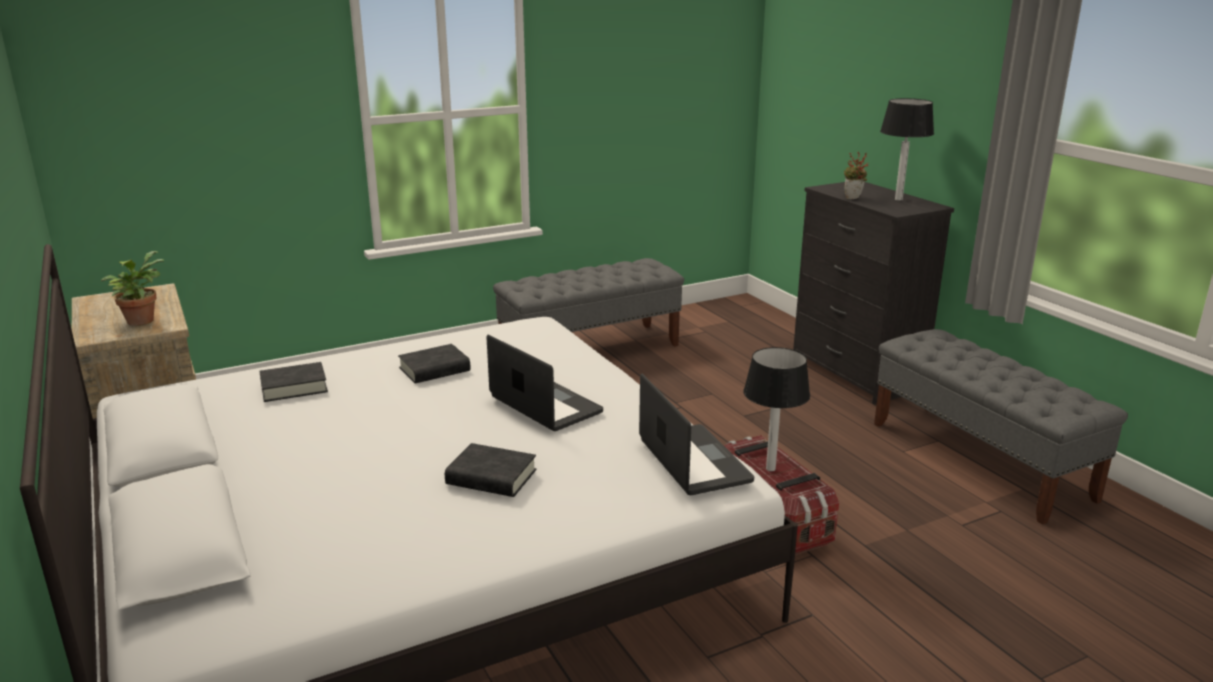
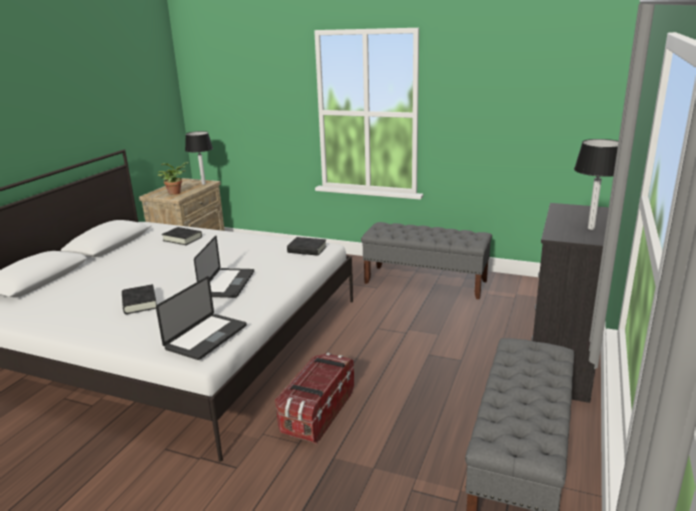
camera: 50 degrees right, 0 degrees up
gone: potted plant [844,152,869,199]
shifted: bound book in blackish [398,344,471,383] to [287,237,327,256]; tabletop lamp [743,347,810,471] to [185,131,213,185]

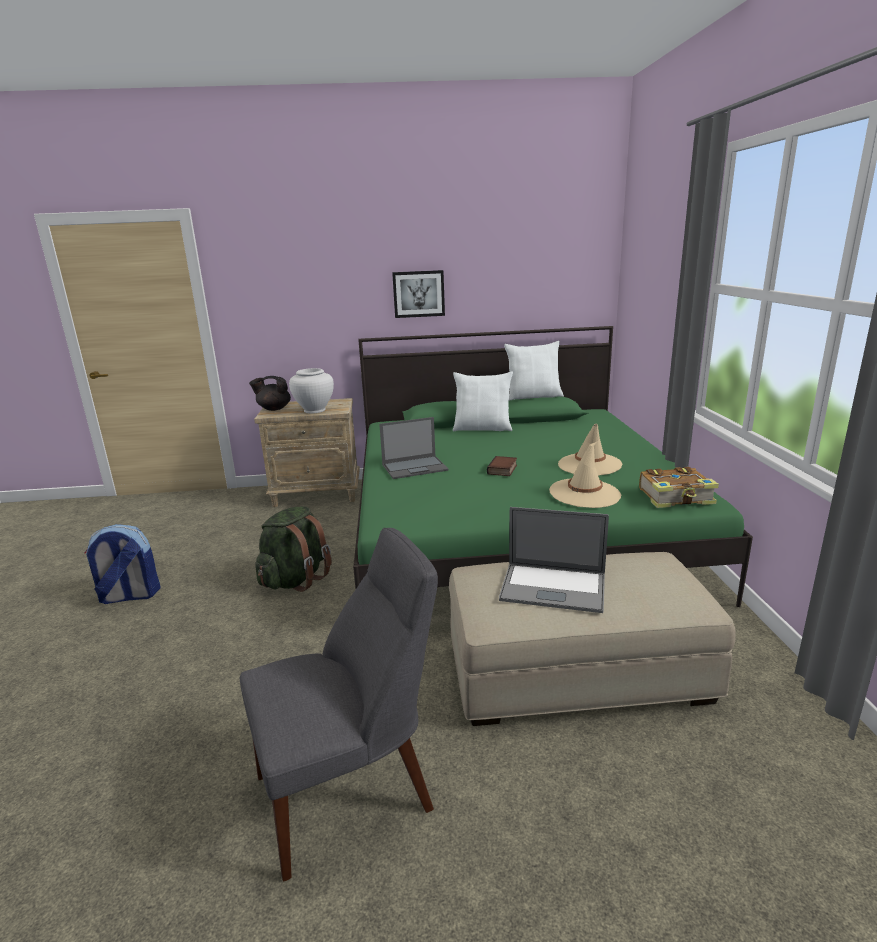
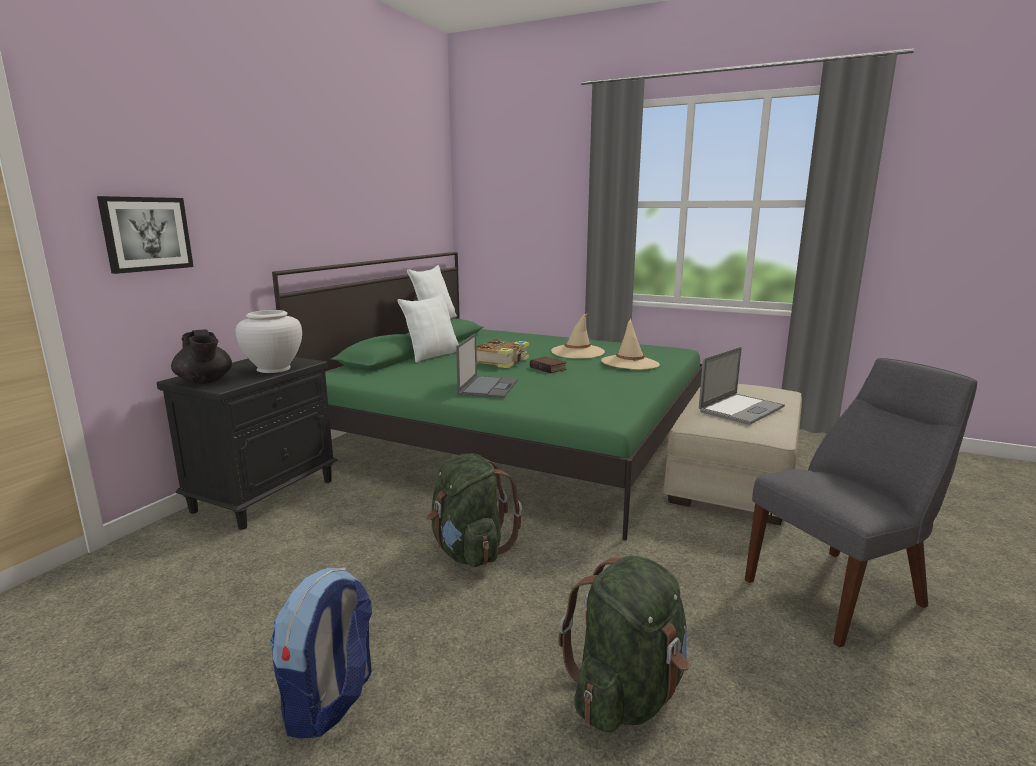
camera: 60 degrees left, 5 degrees down
new: backpack in green-coloured [559,555,690,733]
shifted: wall art [392,270,445,318] to [97,196,194,274]; bound book [639,467,719,508] to [476,339,529,368]
repainted: night table in beige-coloured [254,398,360,507] to night table in blackish [157,357,338,530]
rotated: chair in gray [239,528,438,882] = [745,358,977,648] 60 degrees clockwise; tea pot in blackish [249,376,291,411] = [171,330,232,384] 60 degrees counterclockwise

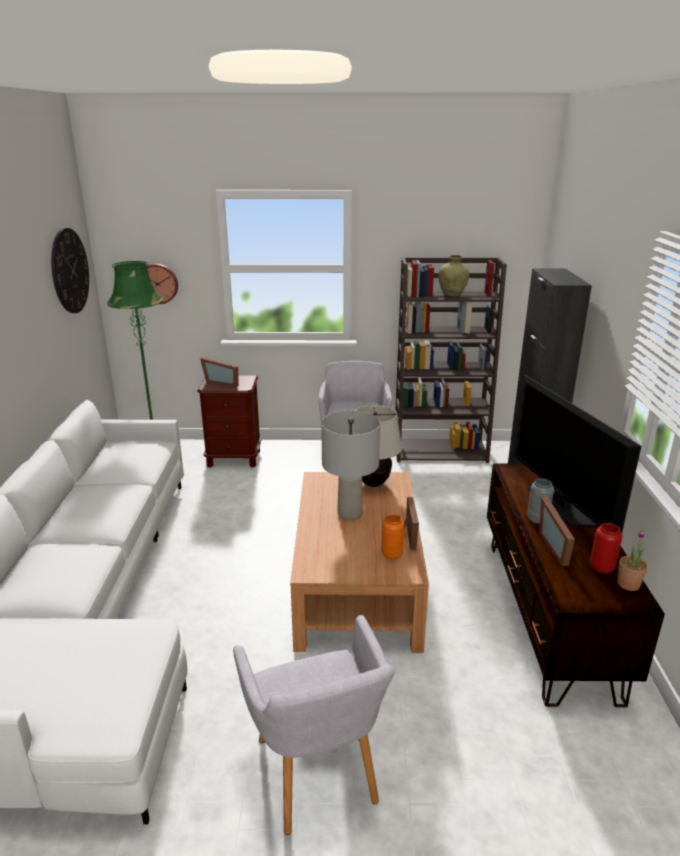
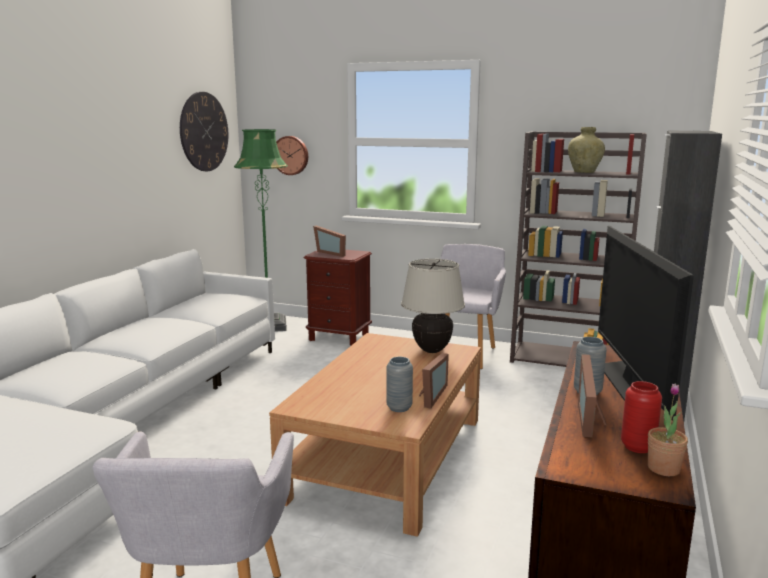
camera: 20 degrees right, 10 degrees down
gone: tabletop lamp in gray [321,411,380,521]
repainted: vase in orange-coloured [381,514,404,560] to vase in gray [386,357,413,412]

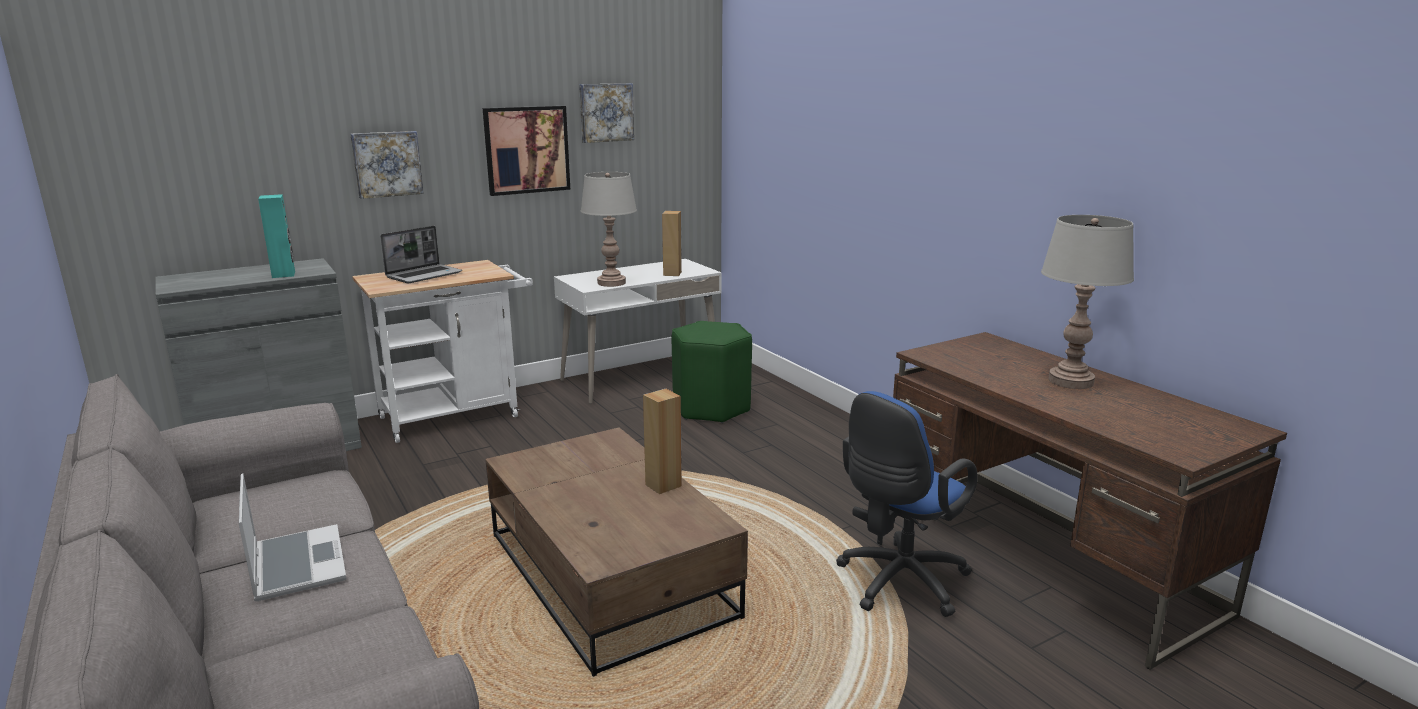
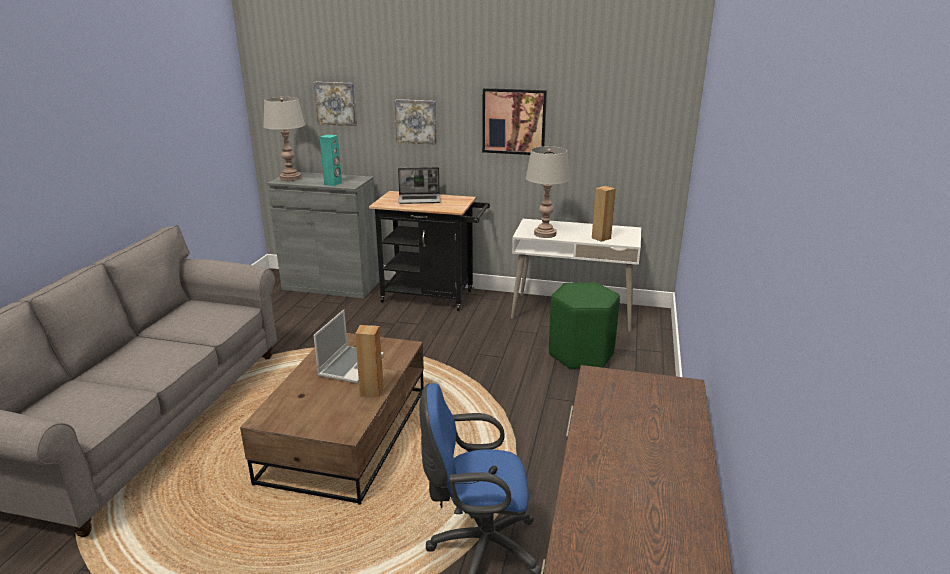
camera: 45 degrees right, 5 degrees up
shifted: portable computer [239,474,346,601] to [314,310,384,383]; wall art [579,83,634,143] to [314,82,357,126]; tabletop lamp in gray [1041,215,1134,389] to [263,97,305,181]
repainted: trolley in whitish [352,260,533,443] to trolley in blackish [369,191,490,311]

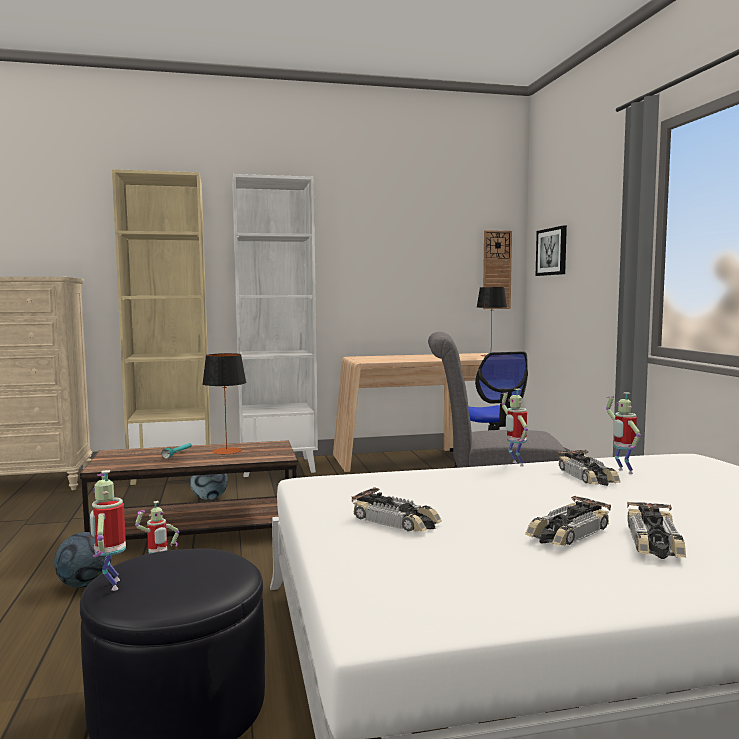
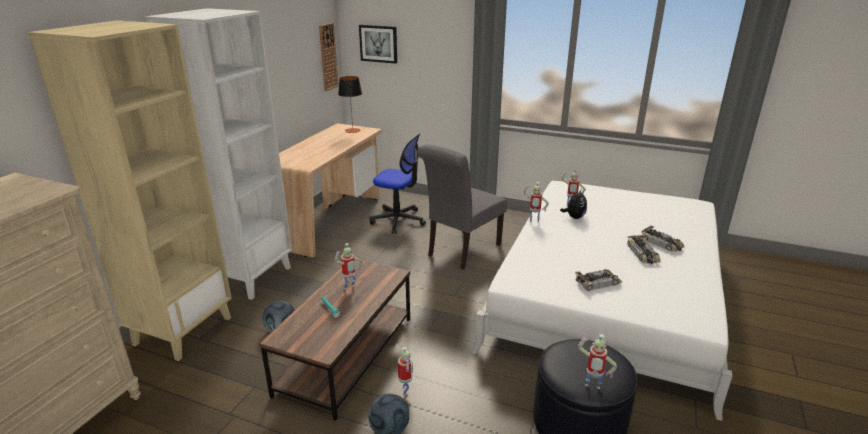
camera: 55 degrees left, 20 degrees up
swapped: tabletop lamp [202,353,246,454] to model robot [334,243,362,290]; model car [558,450,621,486] to soft toy [560,190,587,219]

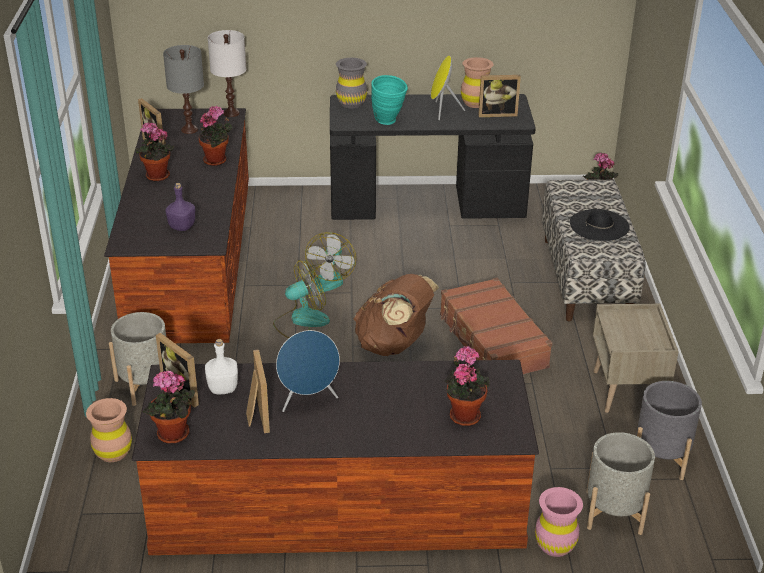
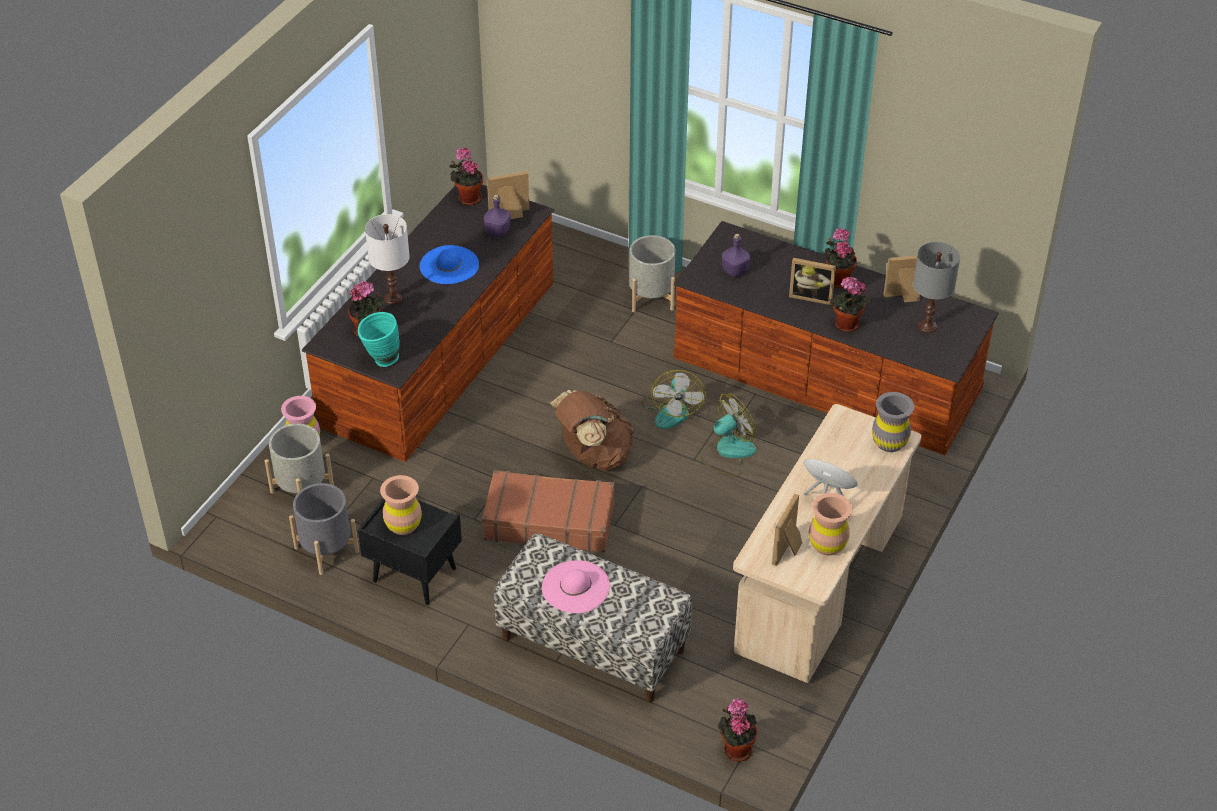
camera: 120 degrees right, 10 degrees up
shifted: vase in brownish [86,398,132,462] to [380,475,422,535]; tabletop lamp in whitish [208,30,246,117] to [365,214,410,305]; photo frame [246,349,270,433] to [789,258,836,305]; vase in turquoise [371,75,408,125] to [358,312,400,367]
swapped: speaker in bluish [276,330,340,412] to hat in bluish [420,245,479,284]
repainted: beverage bottle in whitish [205,339,238,394] to beverage bottle in purple-coloured [484,194,511,237]; desk unit in blackish [330,94,536,220] to desk unit in beige-coloured [733,404,921,683]; hat in blackish [570,209,630,241] to hat in pinkish [542,560,610,613]; night table in beige-coloured [593,304,679,413] to night table in blackish [358,498,462,605]
rotated: electric fan [303,232,356,292] = [701,394,757,476] 105 degrees clockwise

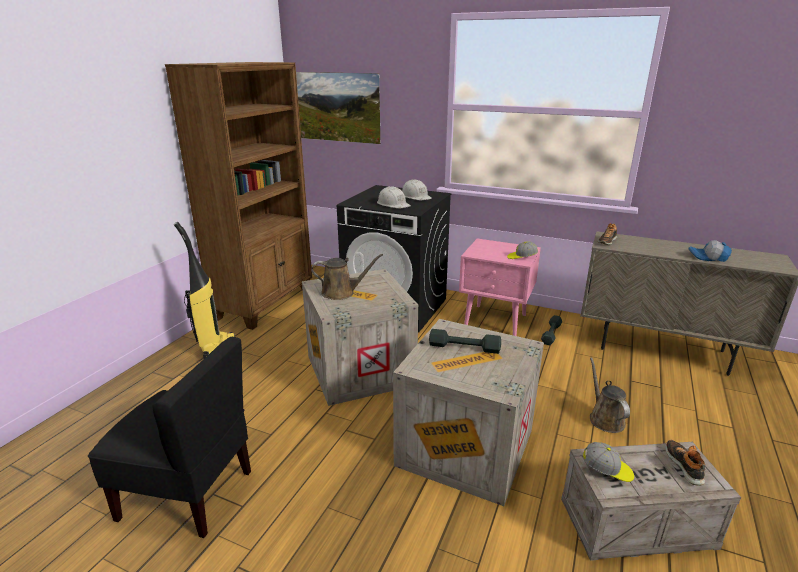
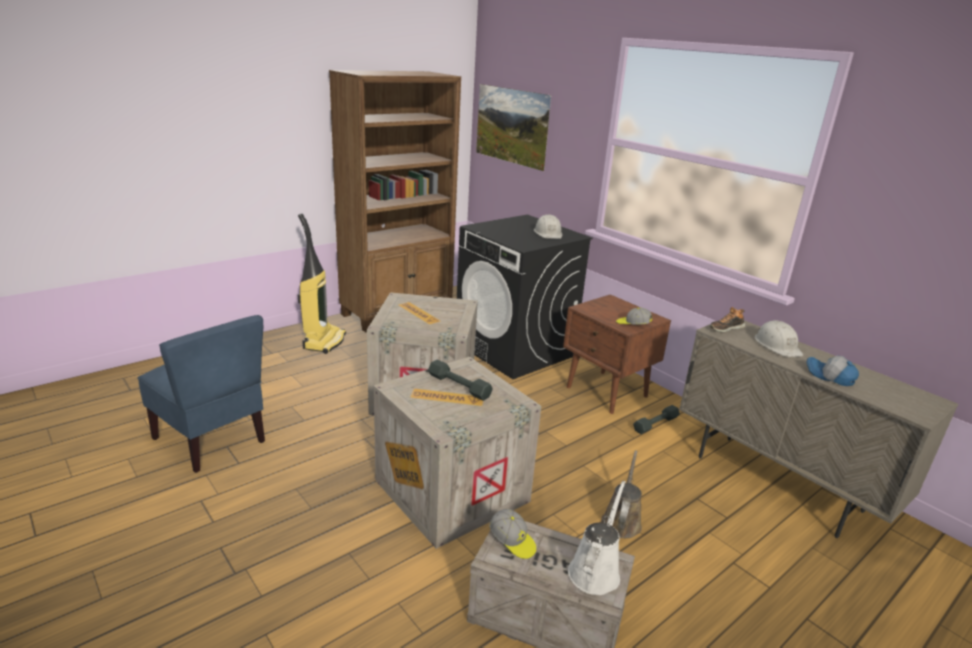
camera: 25 degrees right, 0 degrees up
gone: watering pot in brownish [311,254,383,300]
shifted: safety helmet in whitish [377,186,411,209] to [754,320,804,357]
swapped: low shoe [665,440,706,486] to watering pot in whitish [568,481,626,595]
repainted: chair in blackish [88,337,251,538] to chair in bluish [137,315,265,473]; night table in pinkish [459,239,541,336] to night table in brownish [563,294,671,414]

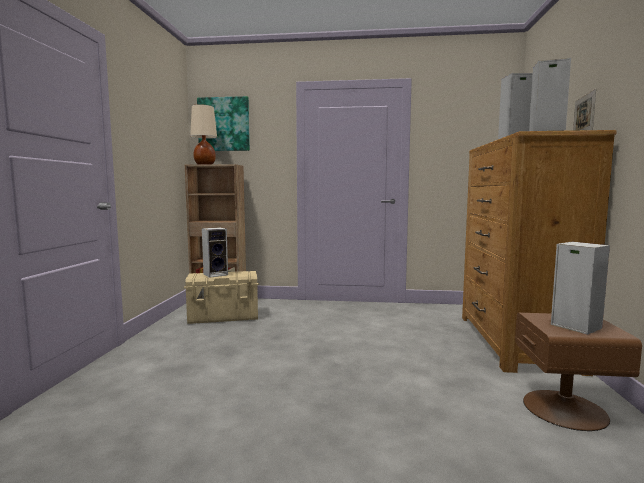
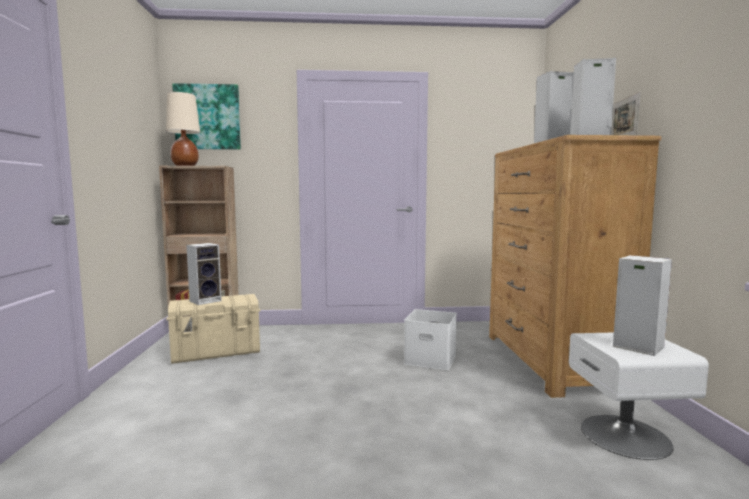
camera: 10 degrees left, 0 degrees up
new: storage box in whitish [404,309,457,370]
repainted: night table in brownish [515,313,642,431] to night table in whitish [569,332,709,460]

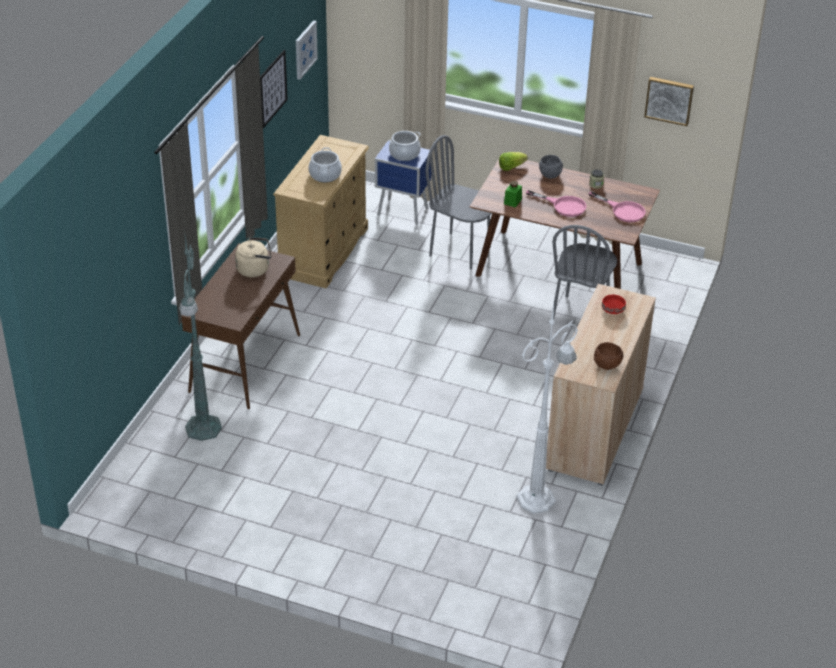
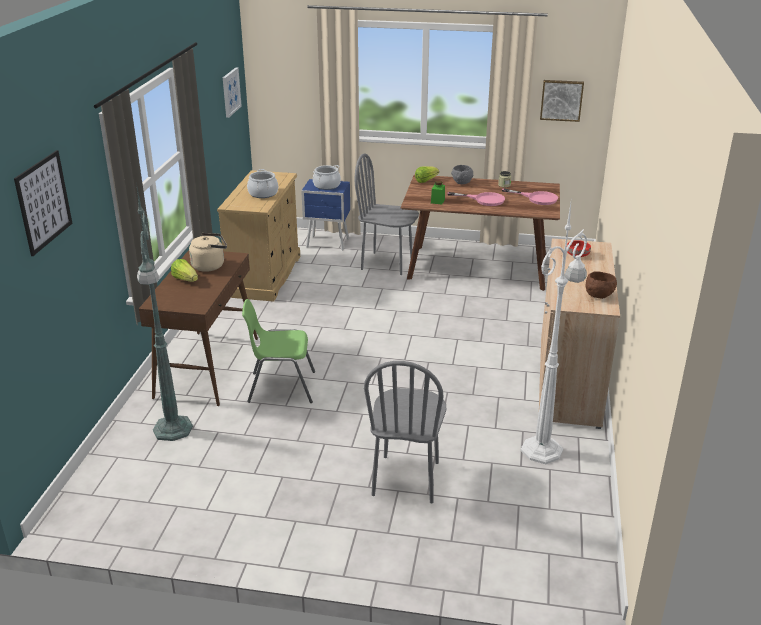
camera: 10 degrees left, 10 degrees down
new: lettuce [171,259,198,282]; chair in green-coloured [242,299,315,403]
shifted: wall art [260,50,288,128] to [14,150,72,256]; chair in gray [552,225,617,317] to [364,361,446,503]

